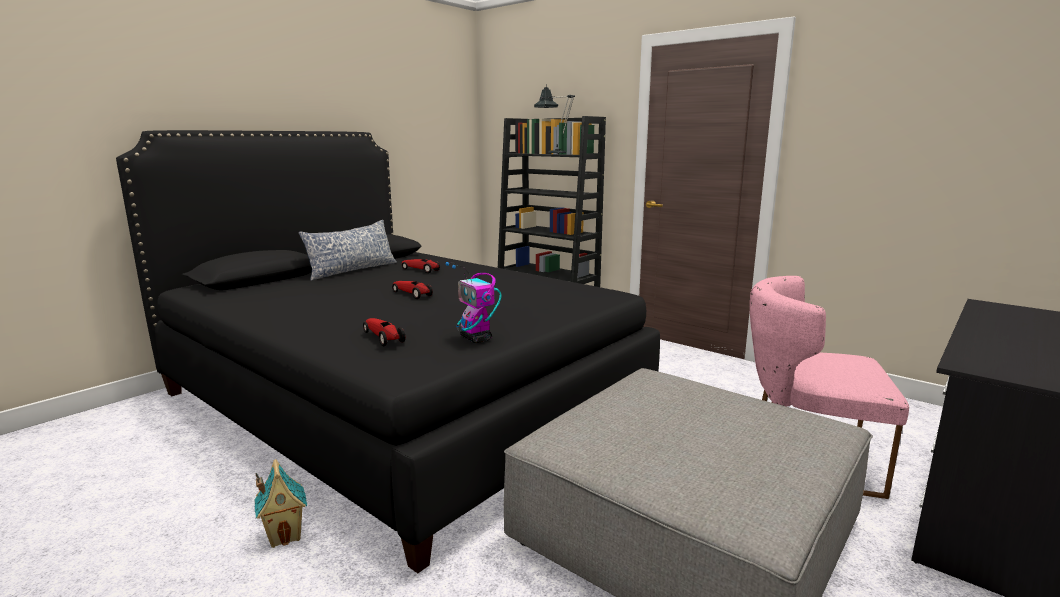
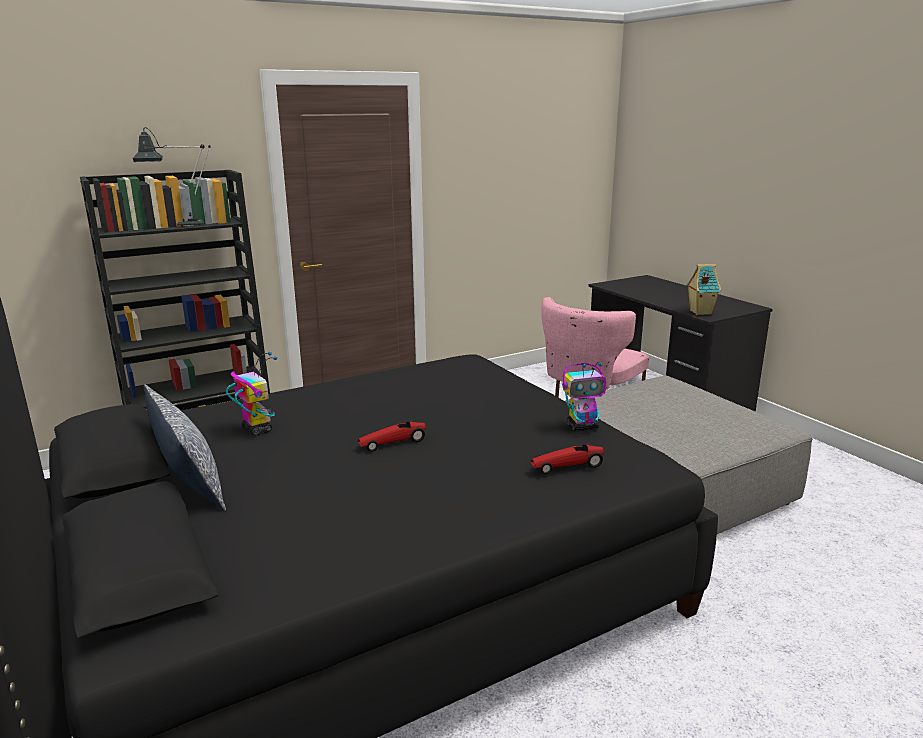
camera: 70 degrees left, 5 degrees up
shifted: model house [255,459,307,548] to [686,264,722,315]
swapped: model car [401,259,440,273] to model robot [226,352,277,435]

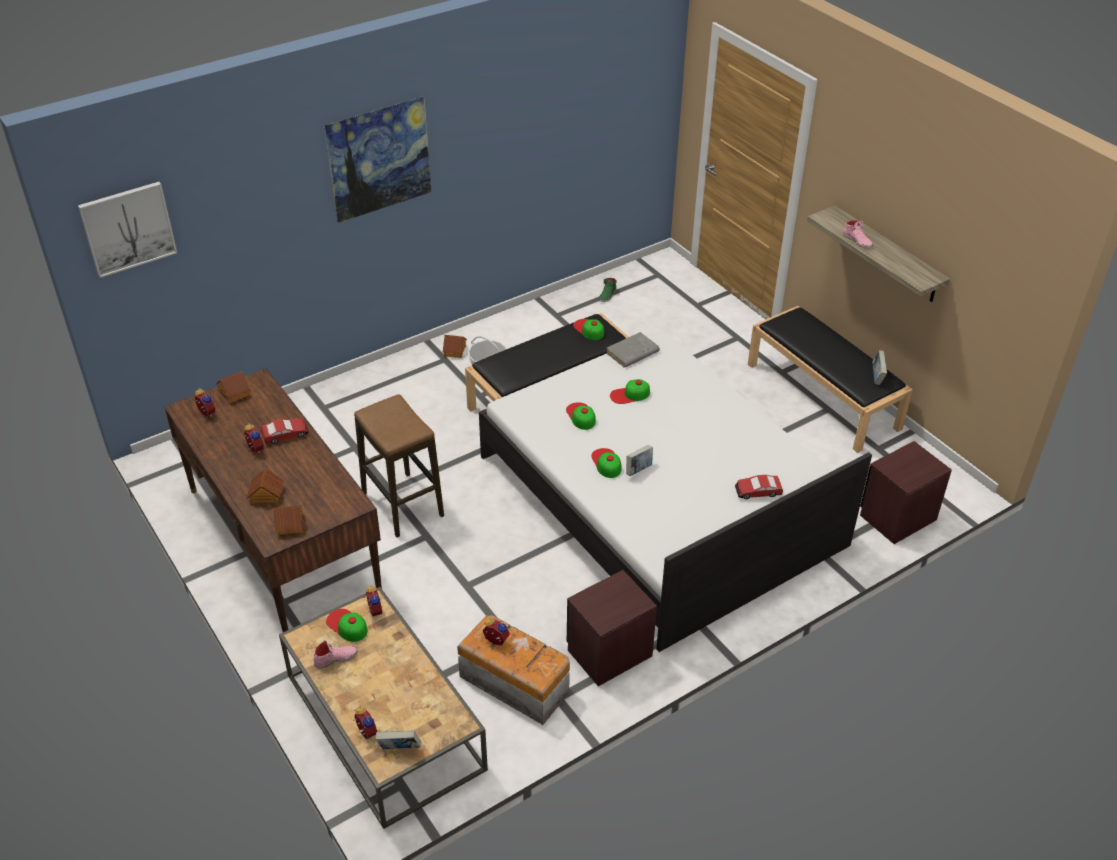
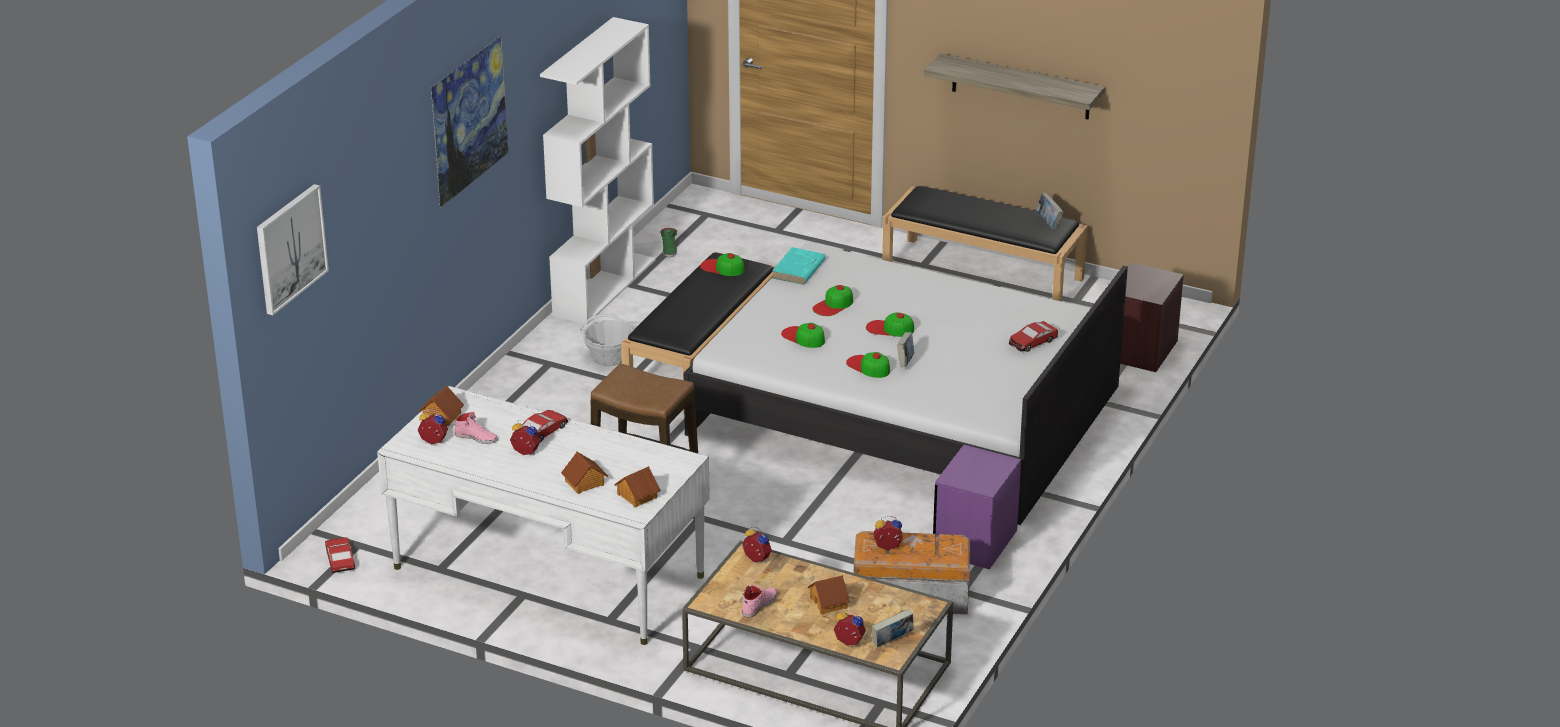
camera: 30 degrees left, 10 degrees down
new: model car [325,537,355,573]; bookshelf in whitish [540,17,655,325]
shifted: baseball cap [326,609,367,642] to [866,312,914,337]; model house [443,335,467,358] to [808,575,850,614]; low shoe in pinkish [843,220,873,248] to [454,411,498,444]
repainted: desk unit in brownish [164,368,382,632] to desk unit in whitish [377,386,710,645]; night table in brownish [567,570,657,686] to night table in purple-coloured [933,445,1021,569]; bound book in gray [606,332,660,368] to bound book in turquoise [772,247,826,285]

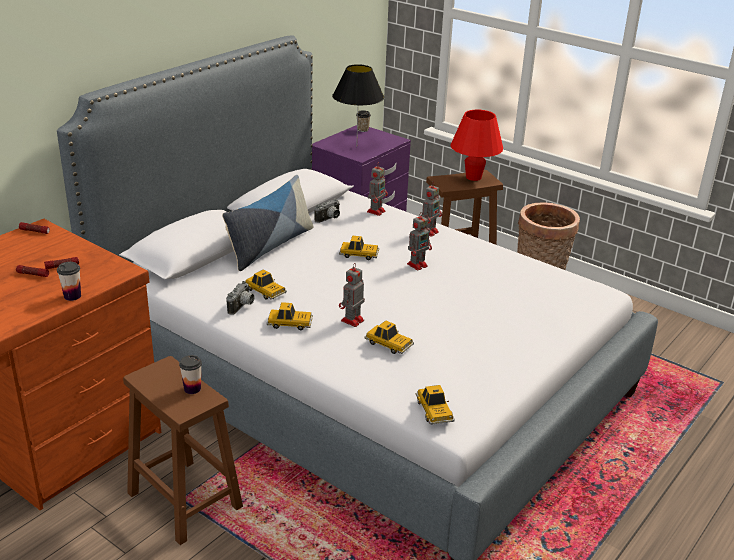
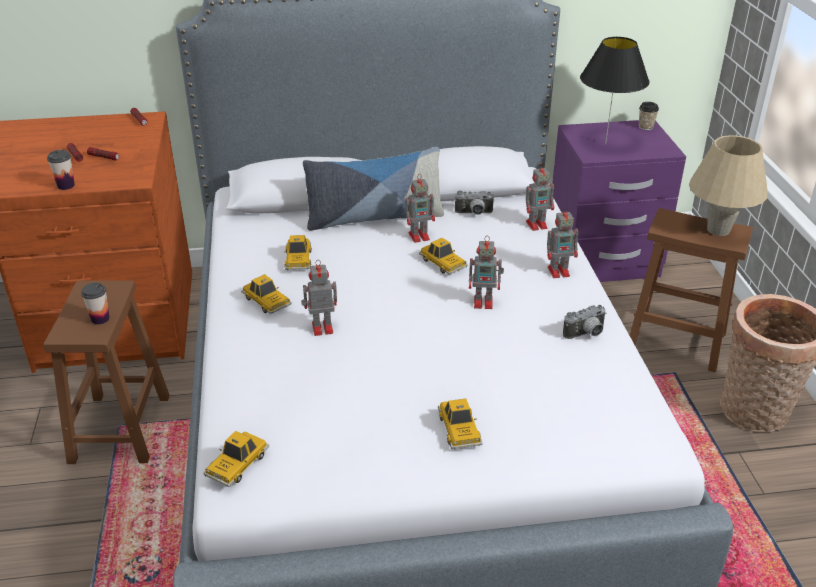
camera: 45 degrees right, 5 degrees up
new: model robot [405,174,435,243]
shifted: still camera [226,281,254,315] to [563,305,607,339]; model car [364,320,414,354] to [438,399,483,449]
repainted: tabletop lamp in reddish [451,110,503,181] to tabletop lamp in beige-coloured [689,135,768,236]

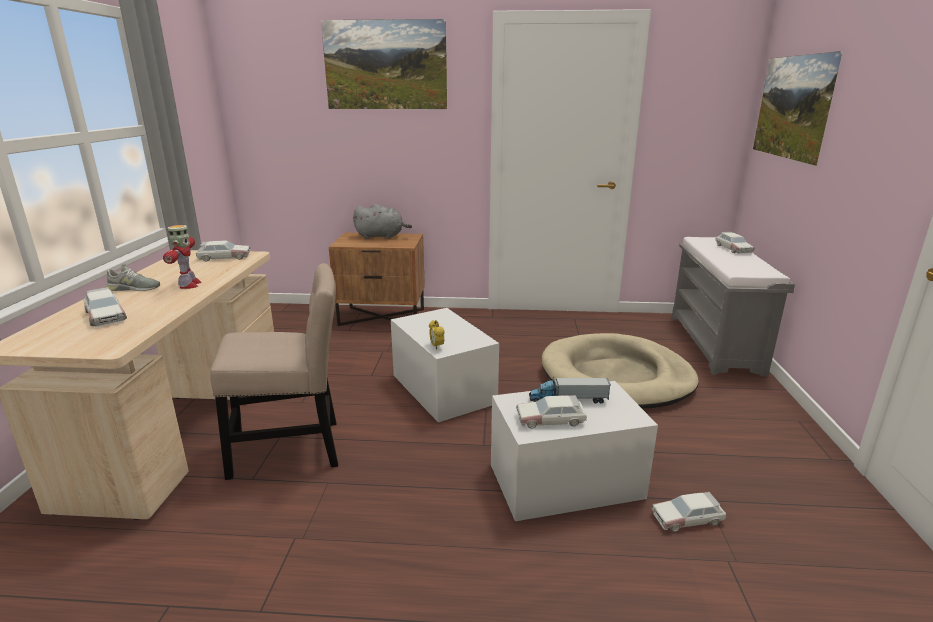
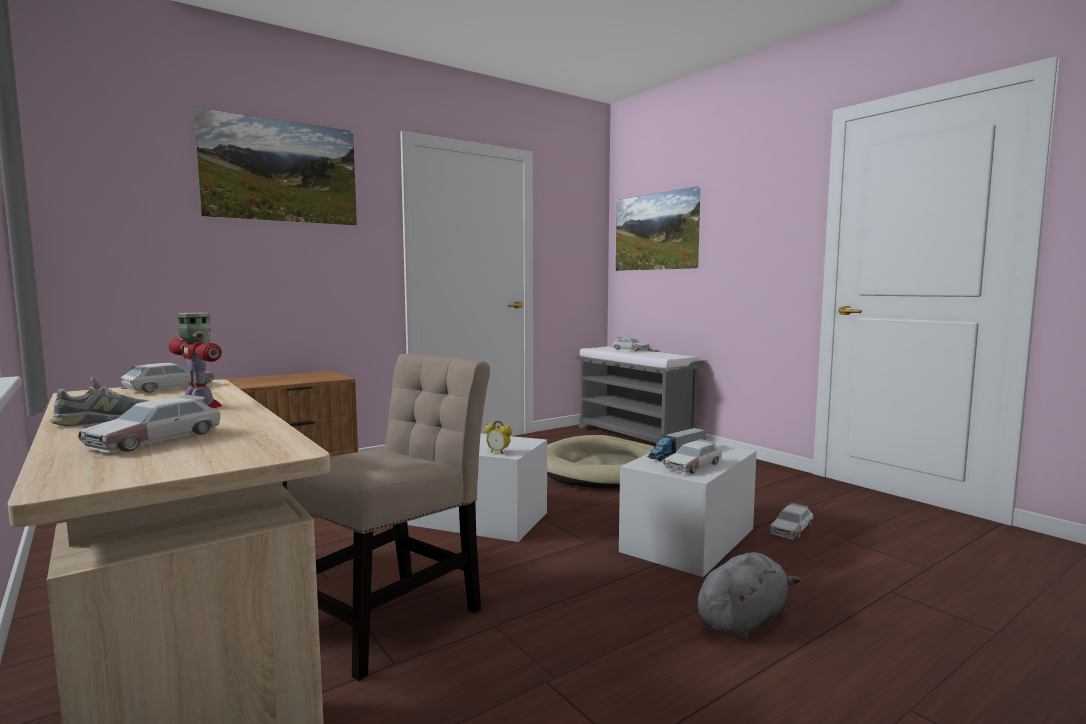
camera: 40 degrees left, 15 degrees down
shifted: soft toy in gray [353,204,412,239] to [698,552,800,640]
rotated: model car [84,287,127,327] = [78,395,220,453] 105 degrees clockwise

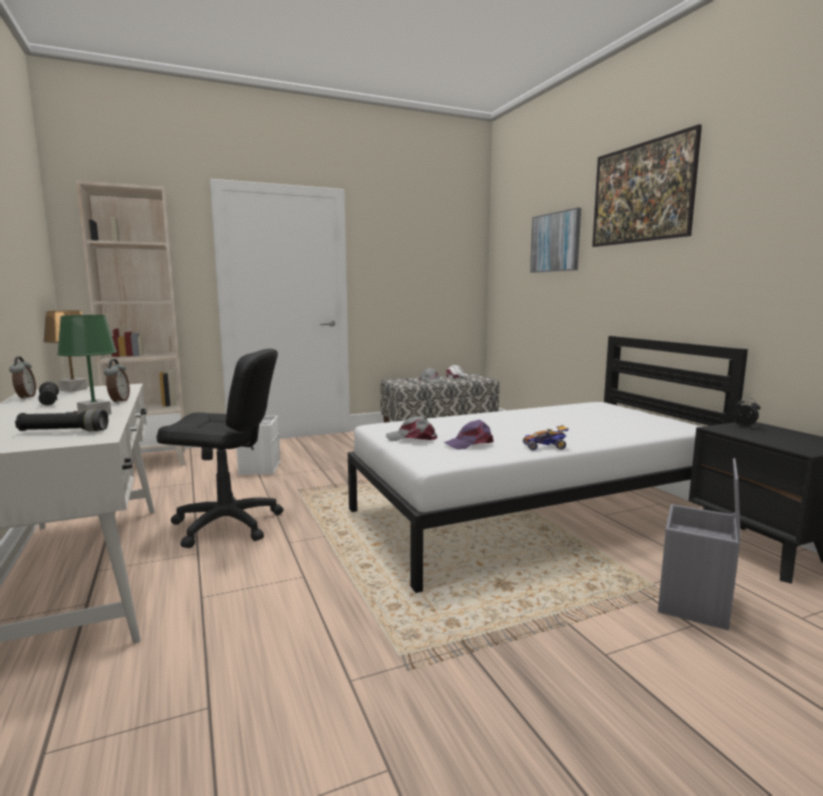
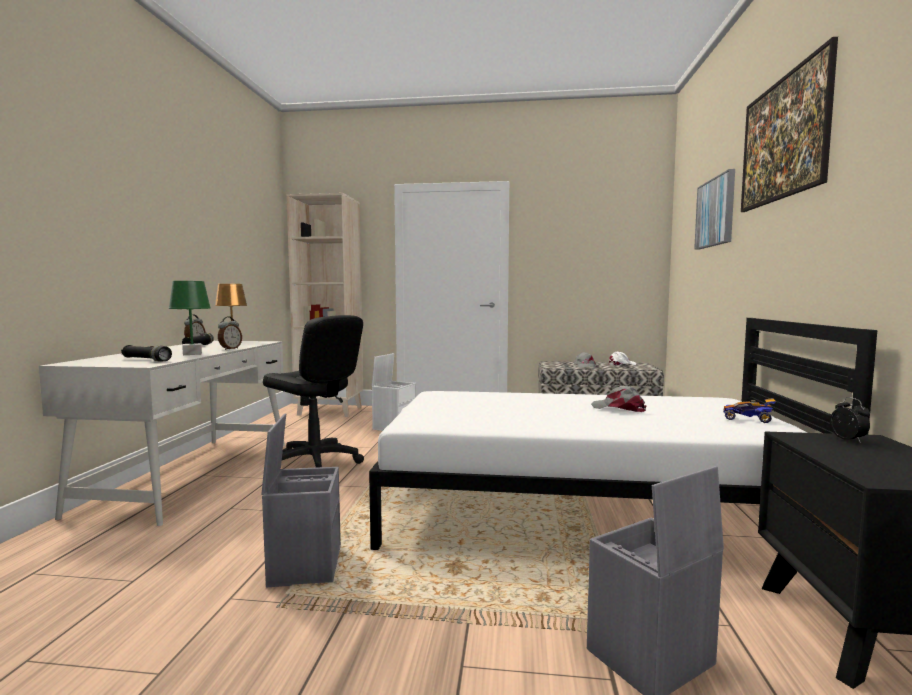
camera: 30 degrees right, 5 degrees down
gone: baseball cap in purple-coloured [444,420,494,450]
new: storage box in gray [261,413,341,587]
shifted: baseball cap in gray [386,416,437,441] to [591,386,646,412]; model car [523,425,569,451] to [723,398,776,423]

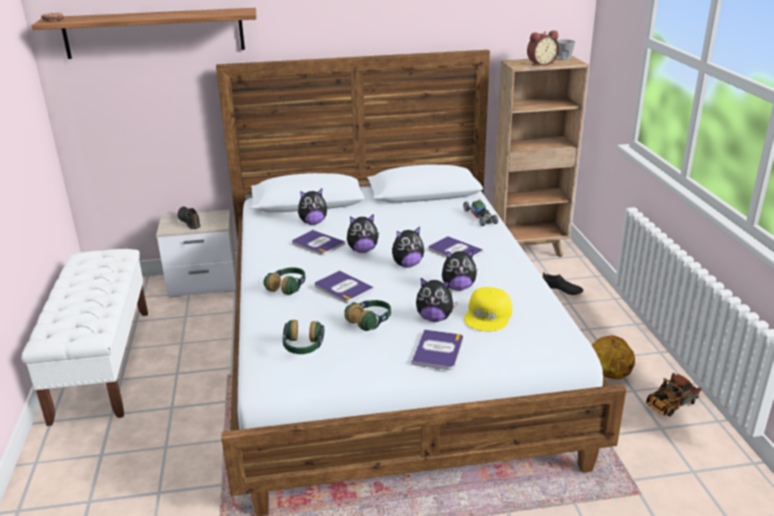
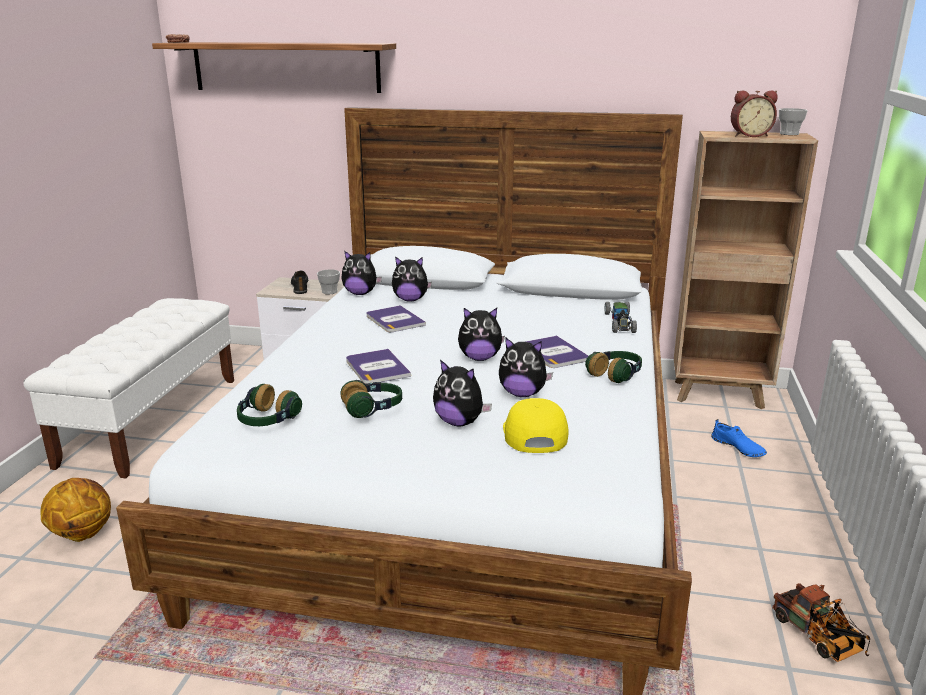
camera: 20 degrees right, 5 degrees down
gone: bound book [411,329,463,370]
new: drinking cup [317,269,340,294]
shifted: headset [264,267,306,295] to [585,351,642,383]; soft toy [347,214,379,253] to [341,251,382,295]; basketball ball [592,335,635,380] to [40,478,111,542]
repainted: low shoe in blackish [543,272,583,295] to low shoe in bluish [711,419,767,457]
rotated: baseball cap in yellow-coloured [464,287,512,331] = [503,398,568,453] 135 degrees clockwise; toy lorry [646,373,702,417] = [772,583,870,662] 105 degrees counterclockwise

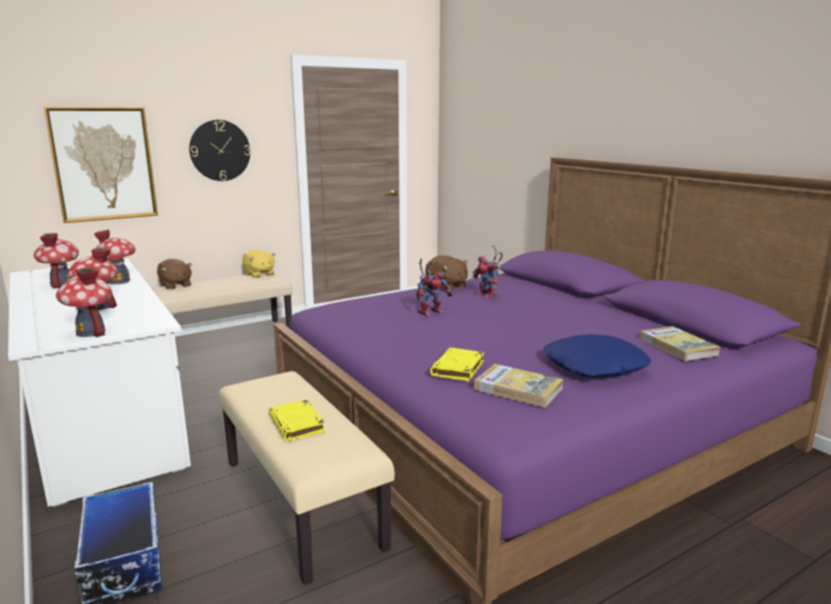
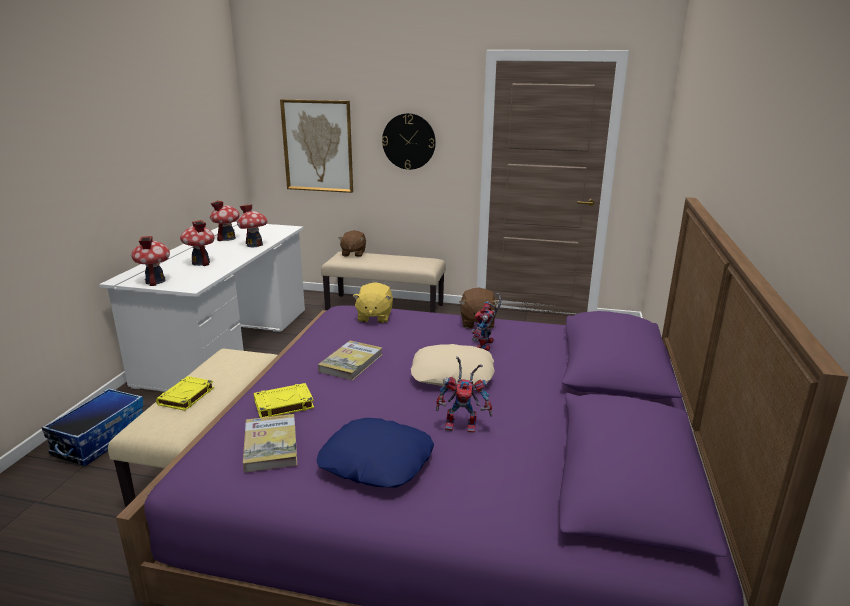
camera: 45 degrees right, 5 degrees up
new: pillow in beige-coloured [411,344,495,386]
shifted: soft toy in yellow-coloured [242,249,276,278] to [353,282,393,323]; model robot [416,259,453,317] to [436,357,492,433]; bound book [640,326,720,361] to [318,341,383,381]

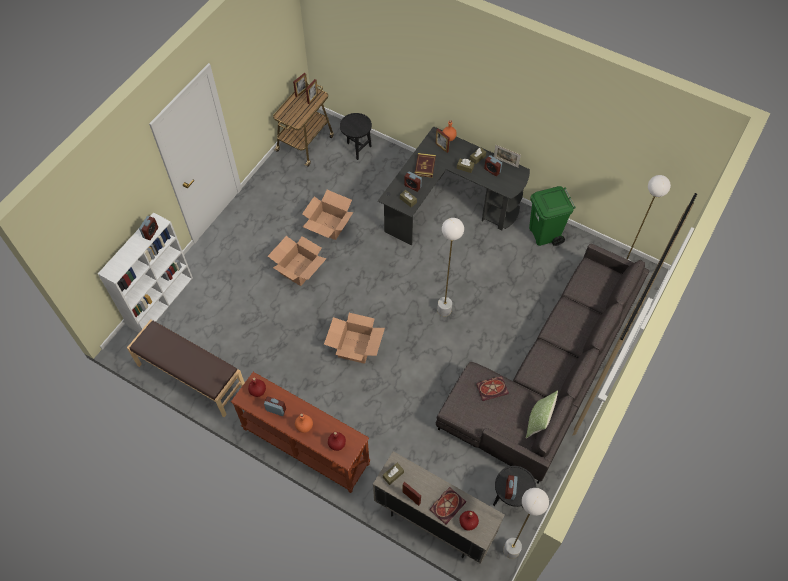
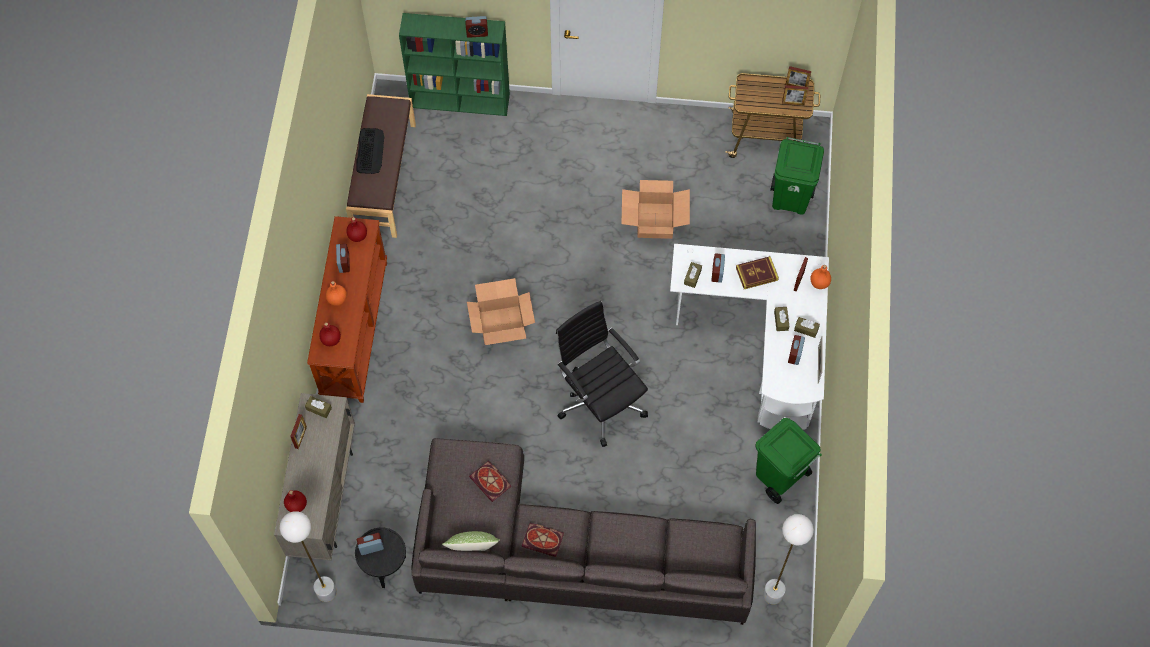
camera: 65 degrees right, 5 degrees up
gone: carton [268,236,327,286]
new: keyboard [356,128,384,174]
shifted: bound book [430,487,466,525] to [522,523,564,557]
swapped: side table in blackish [340,113,372,160] to rubbish bin in green-coloured [770,137,824,215]; standing lamp in whitish [437,218,464,316] to computer chair in blackish [556,301,648,447]
repainted: bookshelf in whitish [98,212,193,333] to bookshelf in green-coloured [399,13,510,116]; desk unit in blackish [378,126,530,245] to desk unit in whitish [670,244,829,430]

